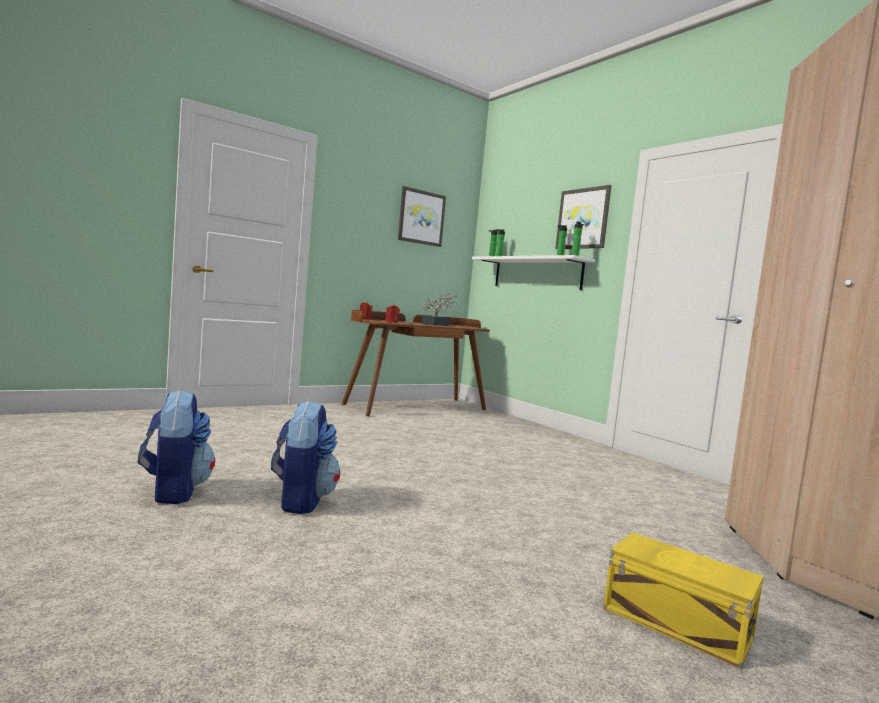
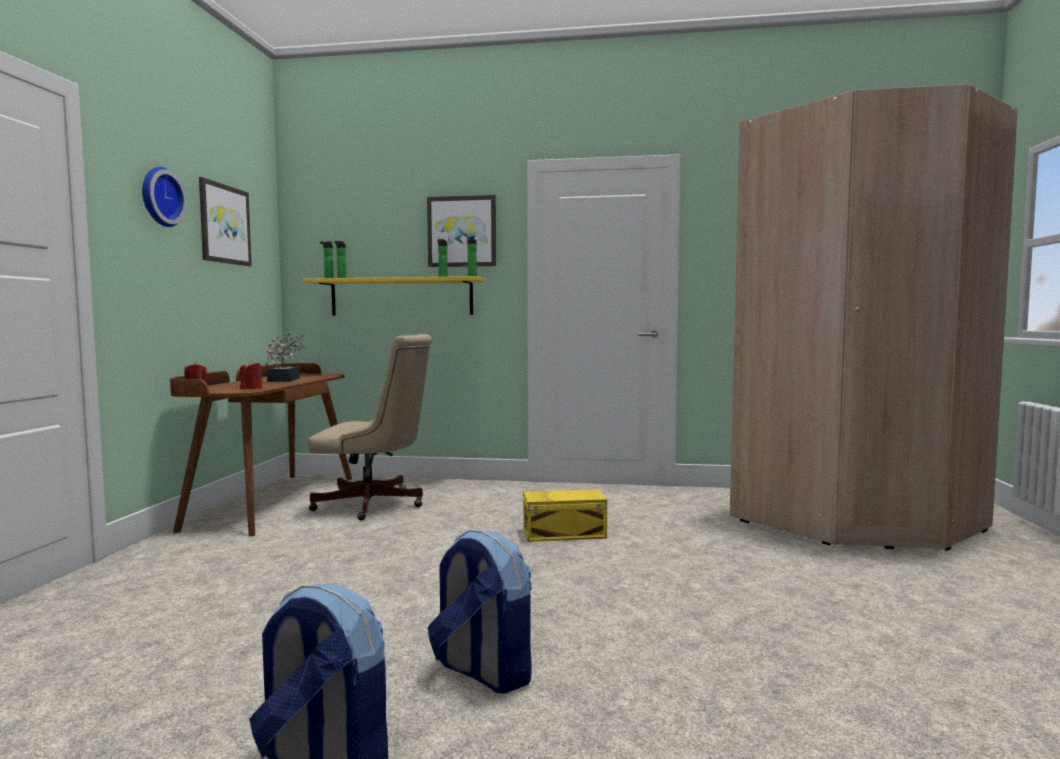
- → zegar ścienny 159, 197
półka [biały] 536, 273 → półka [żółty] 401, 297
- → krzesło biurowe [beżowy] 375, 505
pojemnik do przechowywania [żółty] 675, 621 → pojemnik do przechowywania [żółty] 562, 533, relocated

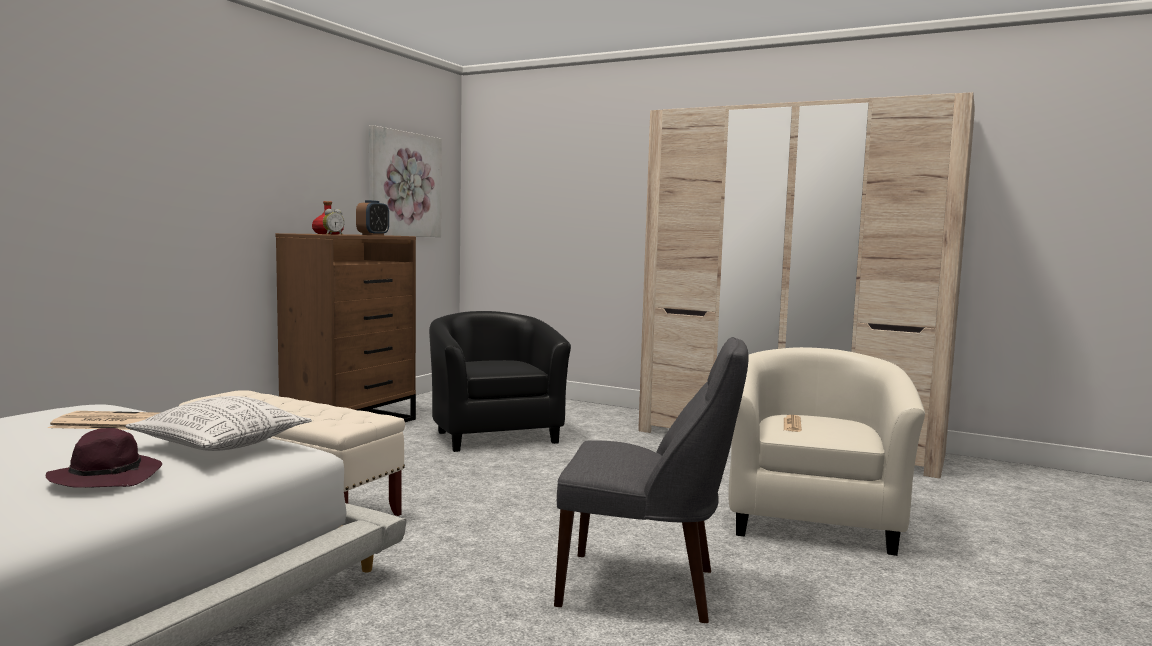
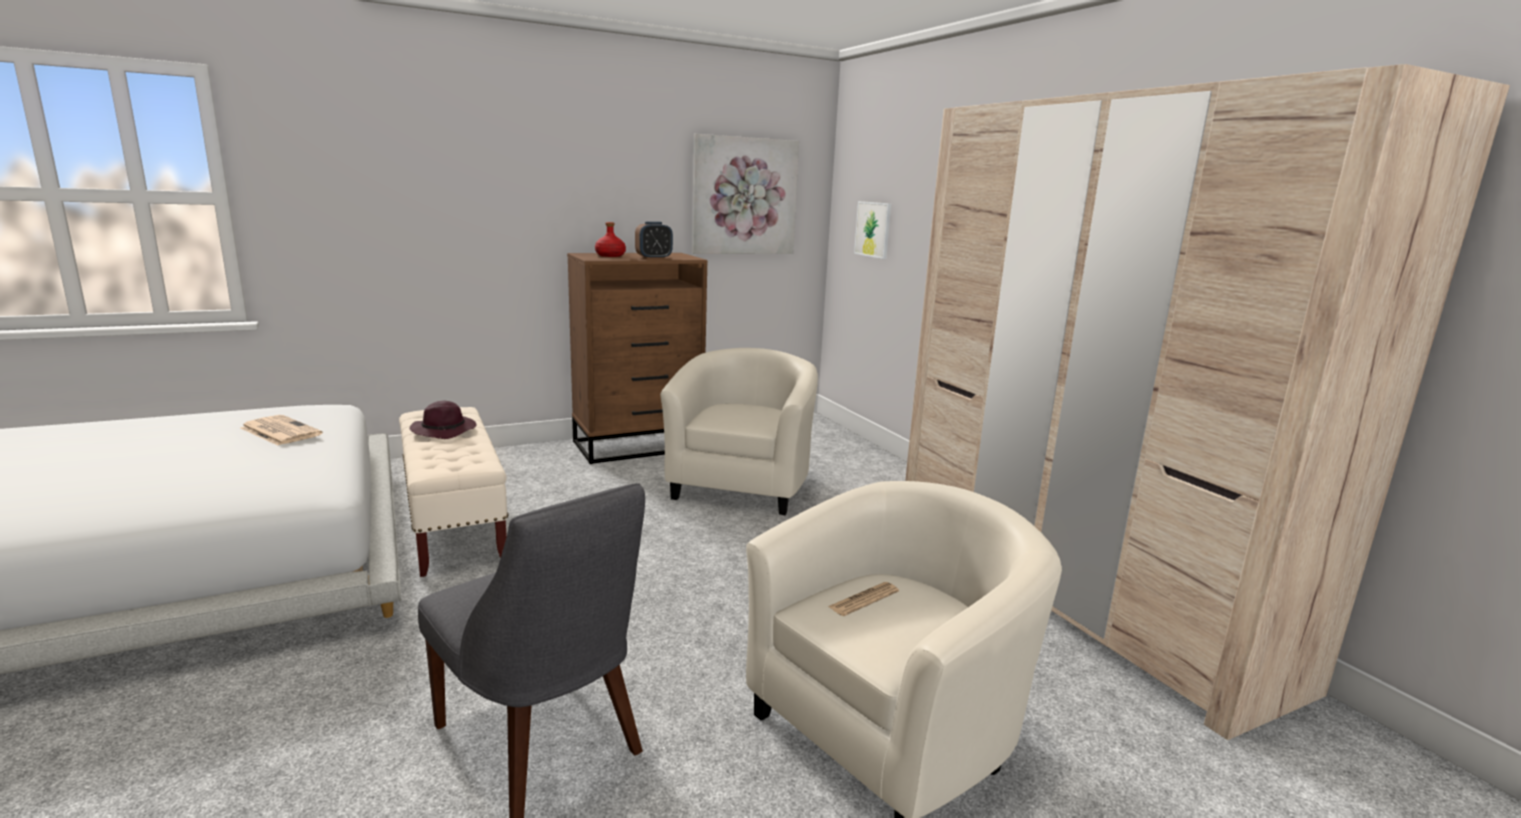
kapelusz [fioletowy] 108, 477 → kapelusz [fioletowy] 445, 430, relocated
fotel [czarny] 493, 434 → fotel [beżowy] 742, 486
- → obraz 873, 229
poduszka 220, 445 → -
budzik 333, 234 → -

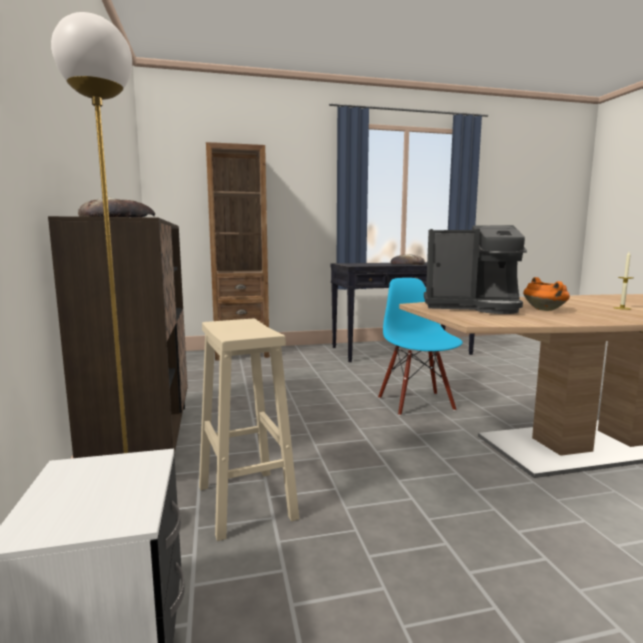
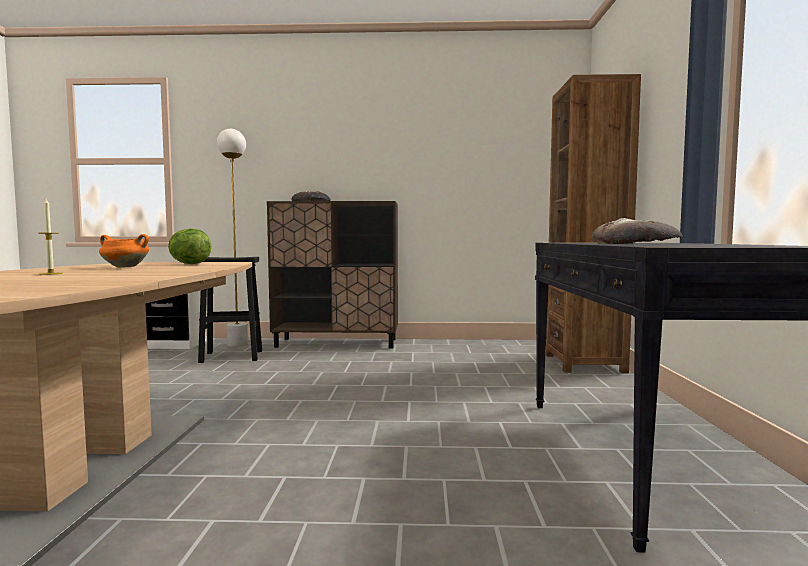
ekspres do kawy 472, 307 → sałata 189, 264
stołek [beżowy] 245, 501 → stołek [czarny] 233, 356
krzesło [niebieski] 416, 403 → -

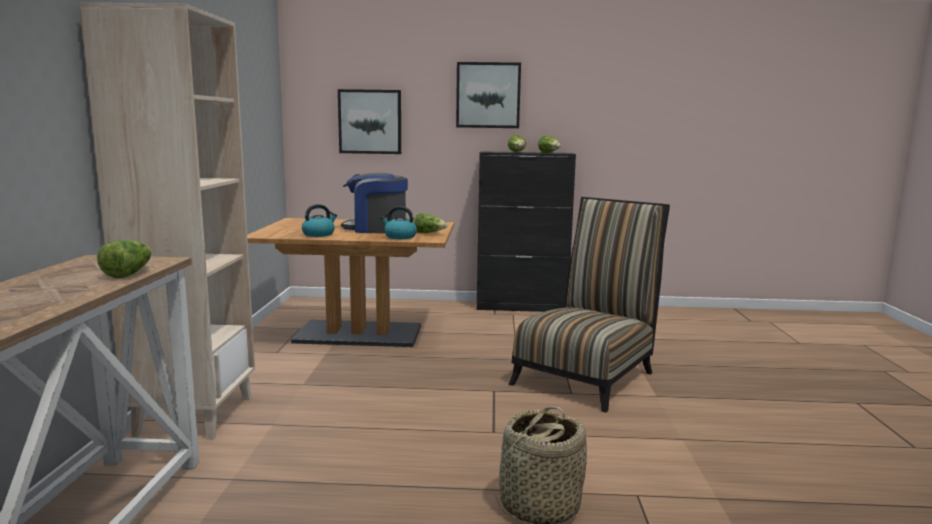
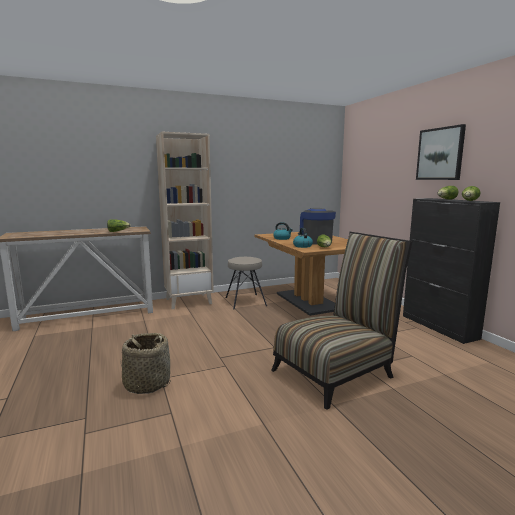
- → stołek [beżowy] 245, 301
krzesło 587, 375 → krzesło 337, 371, 45 degrees counterclockwise
obraz 370, 122 → -

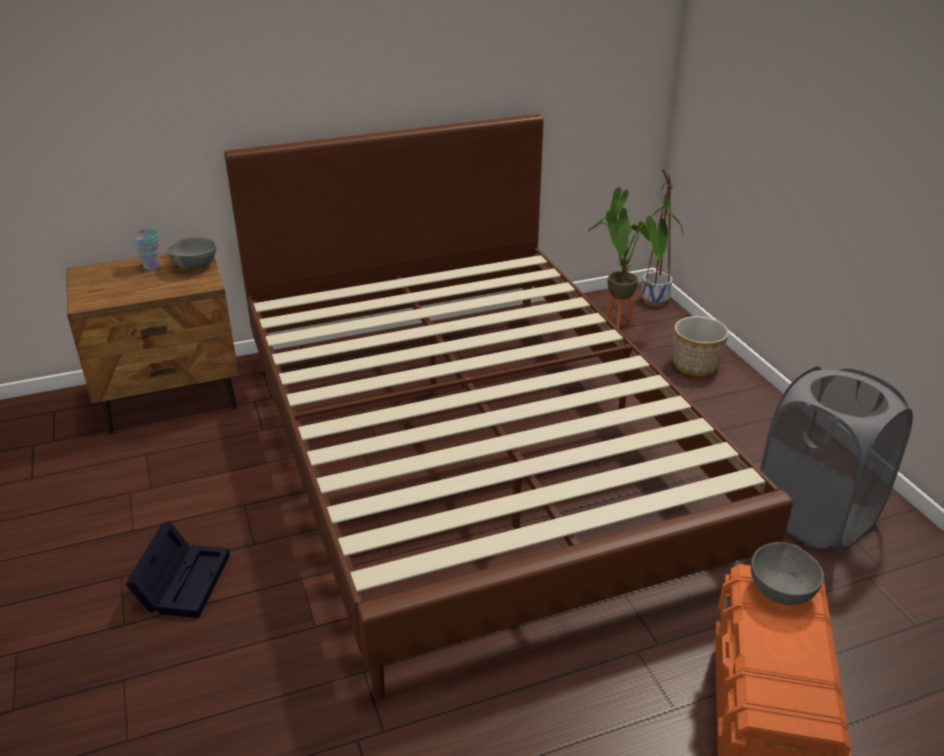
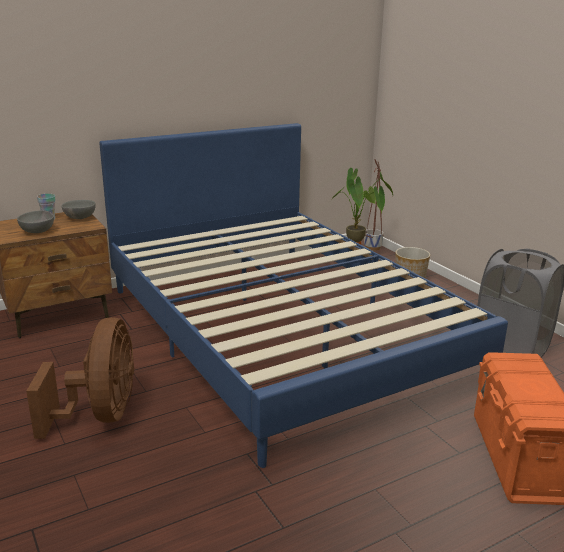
miska [szary] 782, 590 → miska [szary] 38, 231, relocated
pojemnik do przechowywania [czarny] 183, 580 → wentylator [brązowy] 101, 415
łóżko [brązowy] 472, 450 → łóżko [niebieski] 281, 330

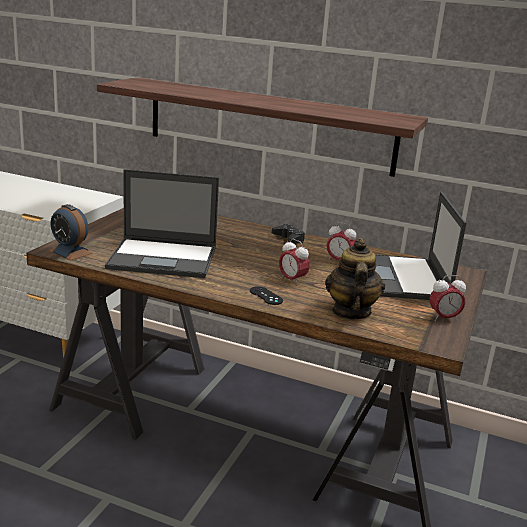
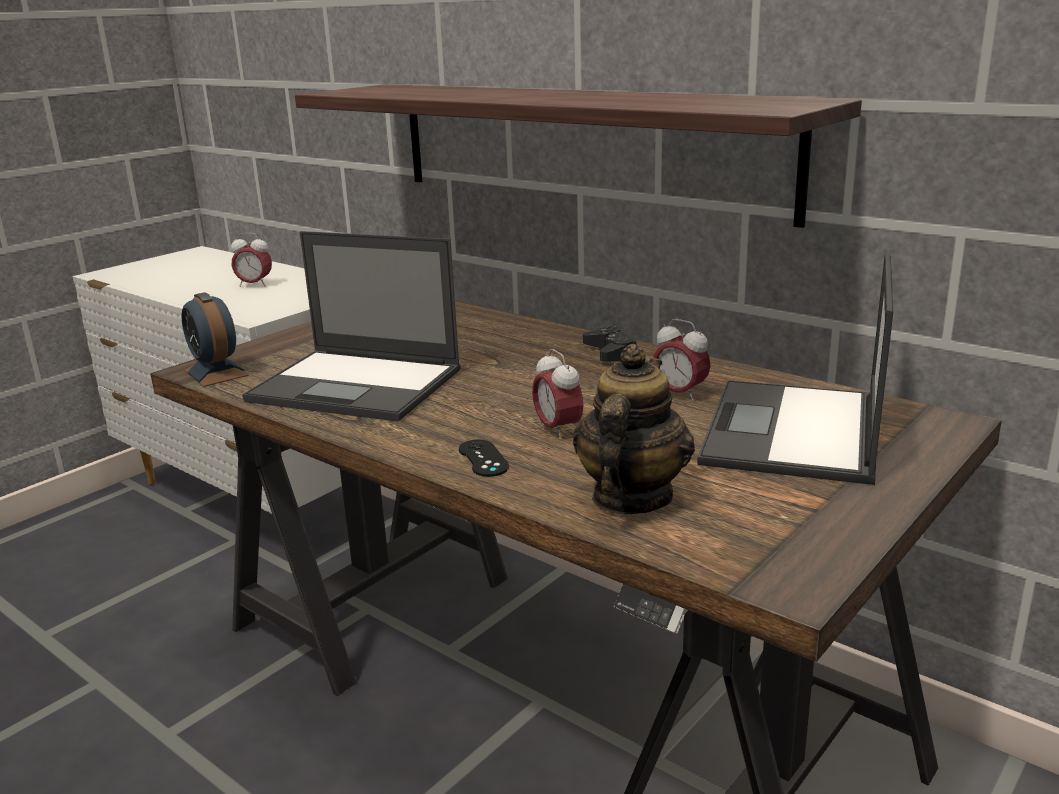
budzik 443, 318 → budzik 254, 285, relocated

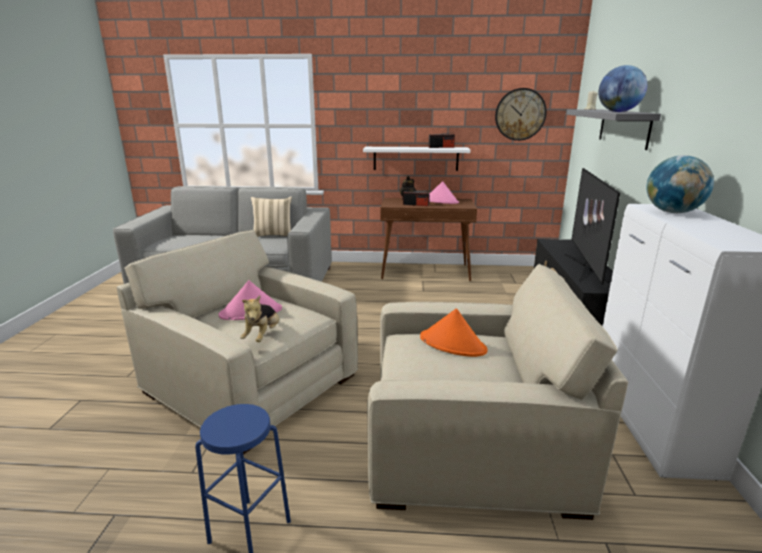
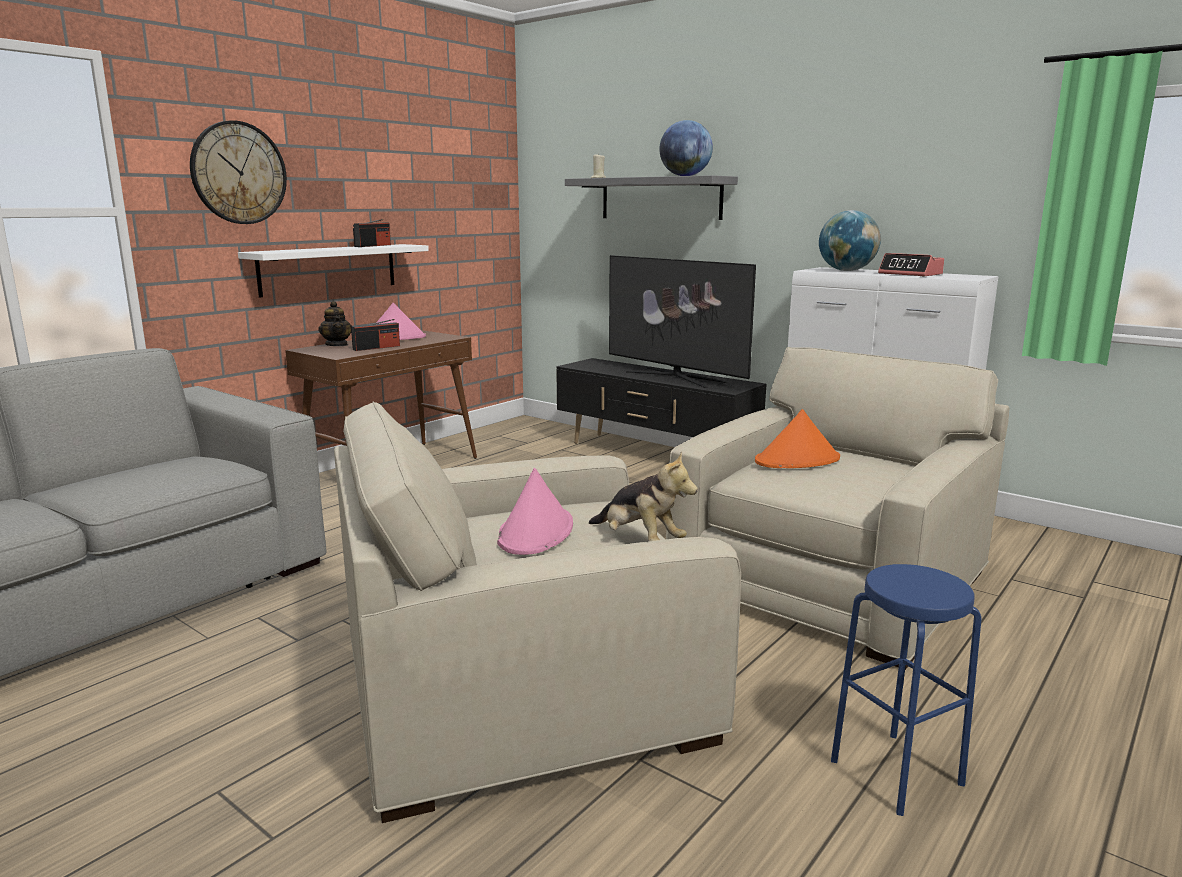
zegar ścienny 520, 114 → zegar ścienny 238, 173, relocated
- → budzik 910, 274
poduszka [beżowy] 273, 235 → -

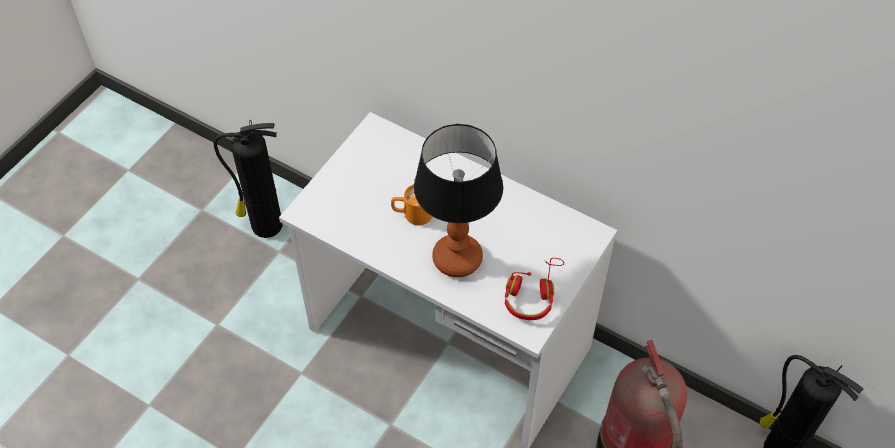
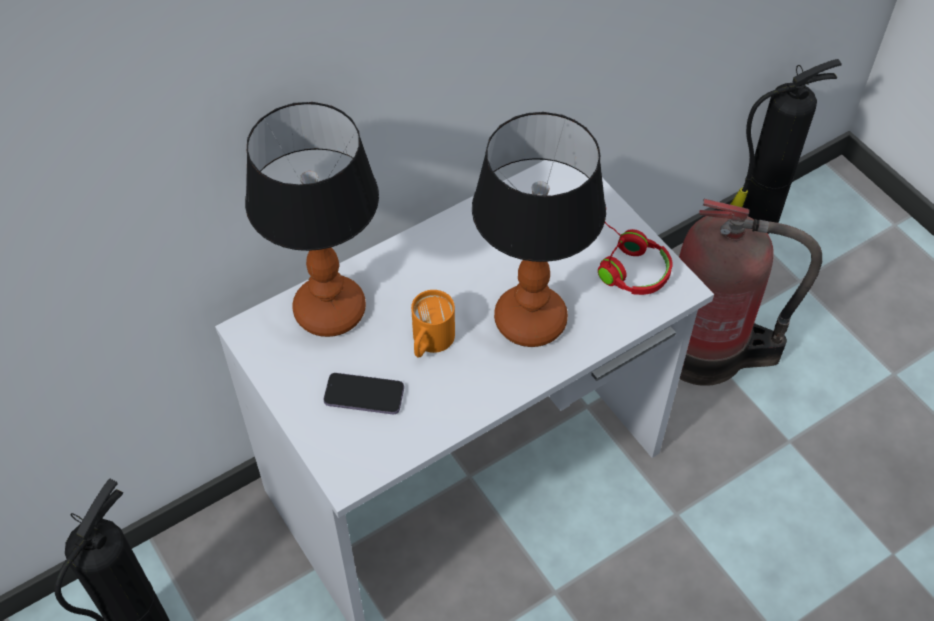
- → lampa stołowa 331, 311
- → telefon 364, 395

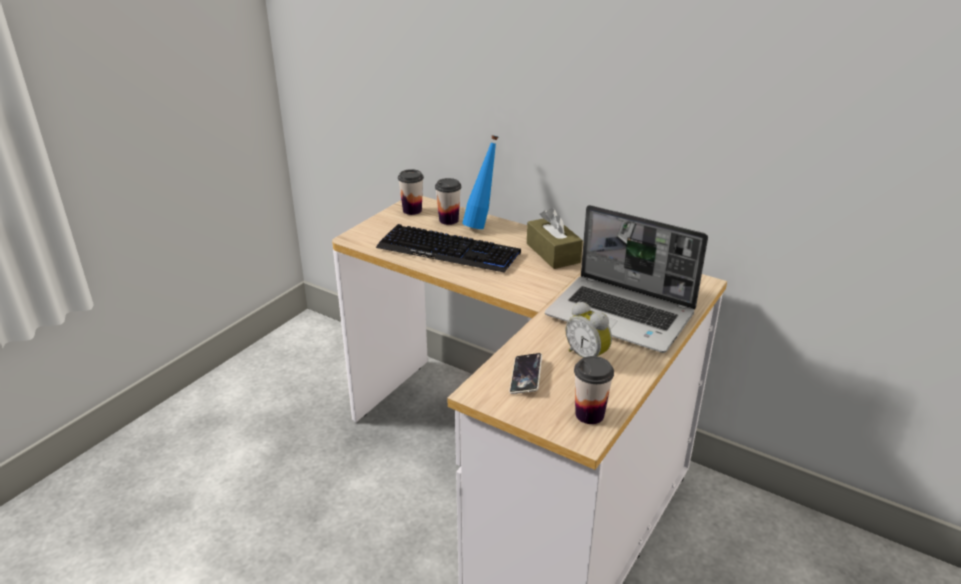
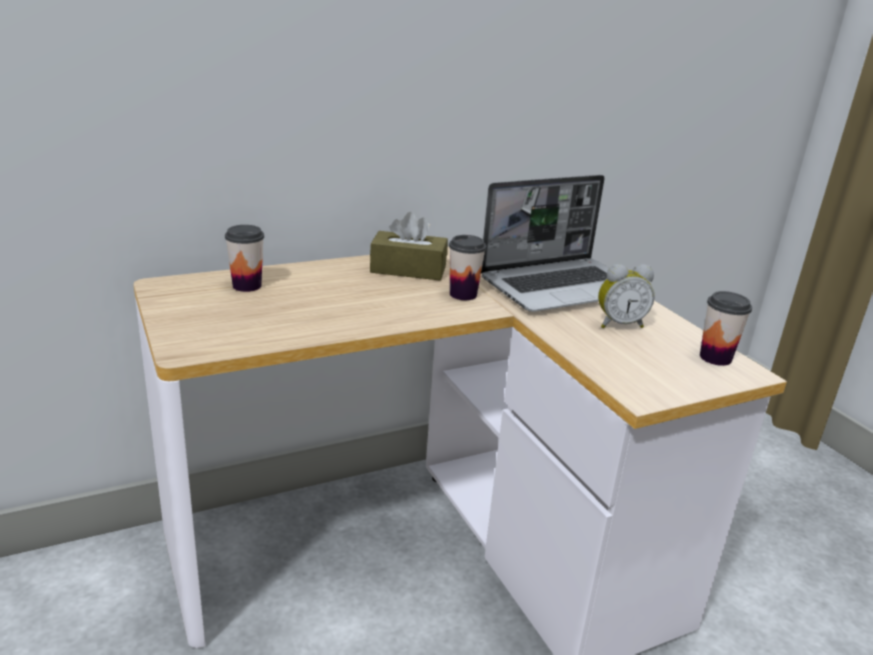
filiżanka 412, 210 → filiżanka 463, 294, relocated
klawiatura 448, 251 → -
butelka [niebieski] 481, 225 → -
telefon 526, 376 → -

